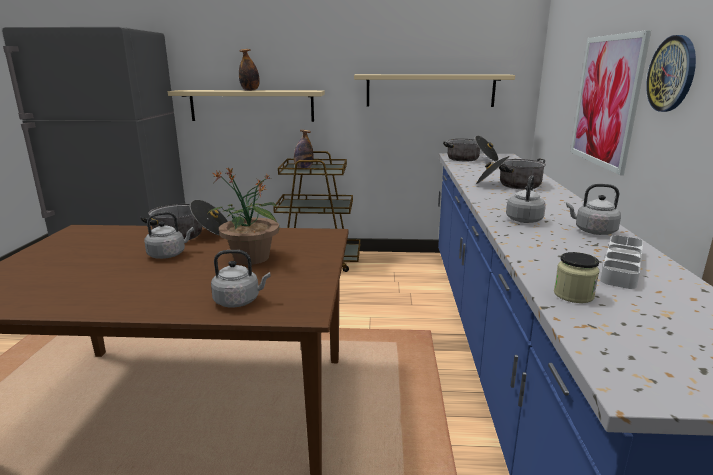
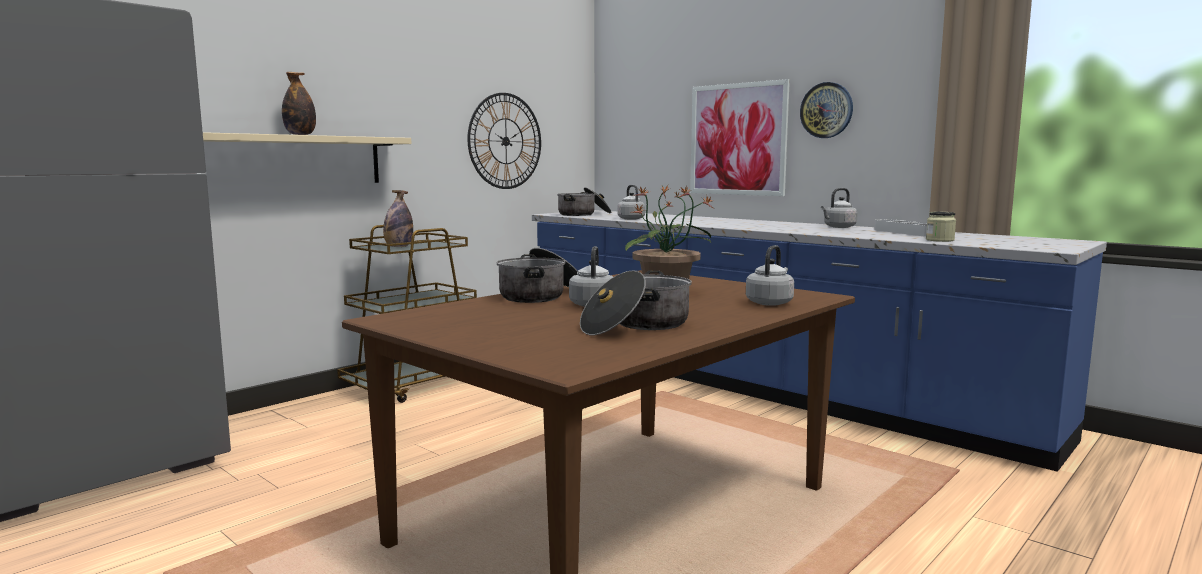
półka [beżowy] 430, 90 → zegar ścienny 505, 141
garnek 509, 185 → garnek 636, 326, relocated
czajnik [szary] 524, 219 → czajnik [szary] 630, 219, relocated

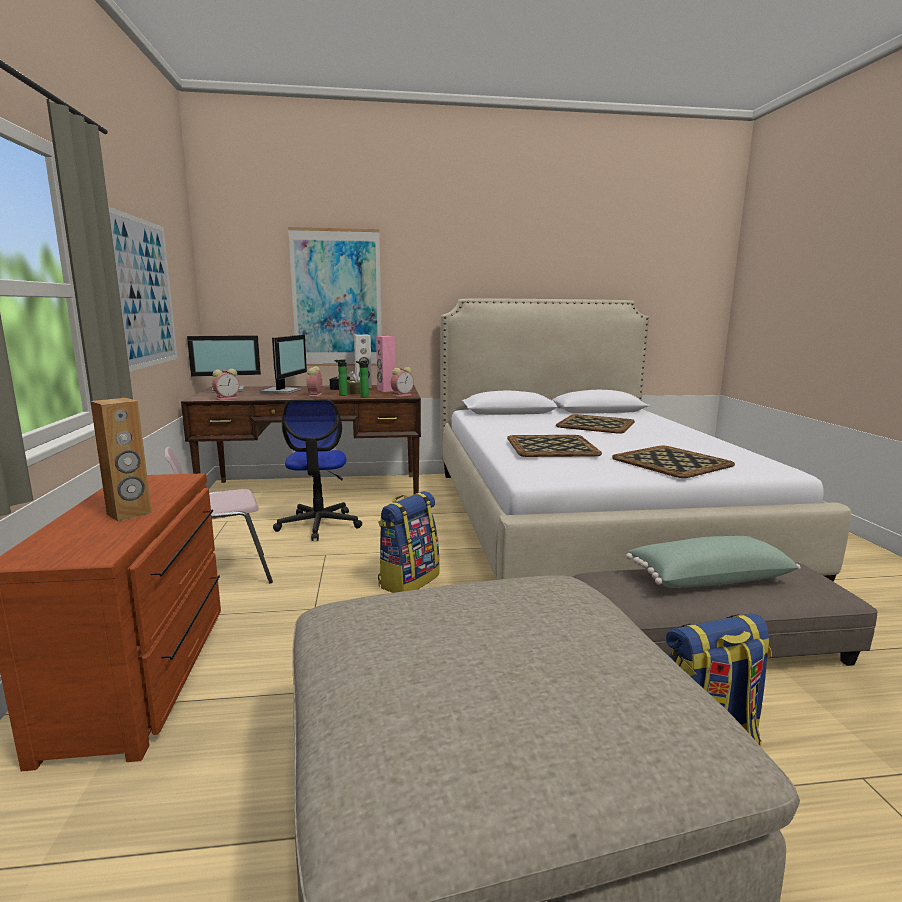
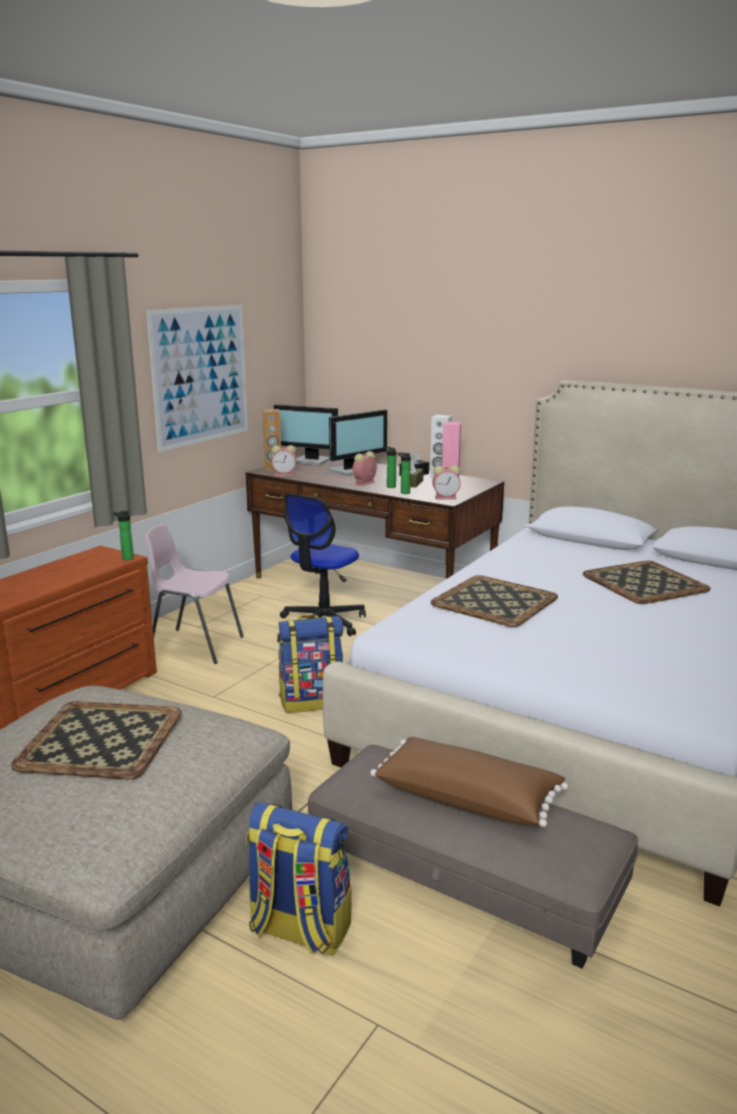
taca 672, 462 → taca 99, 740, relocated
- → butelka 125, 558
głośnik [brązowy] 129, 514 → głośnik [brązowy] 273, 468, relocated
poduszka [zielony] 707, 578 → poduszka [brązowy] 468, 797
obraz 337, 298 → -

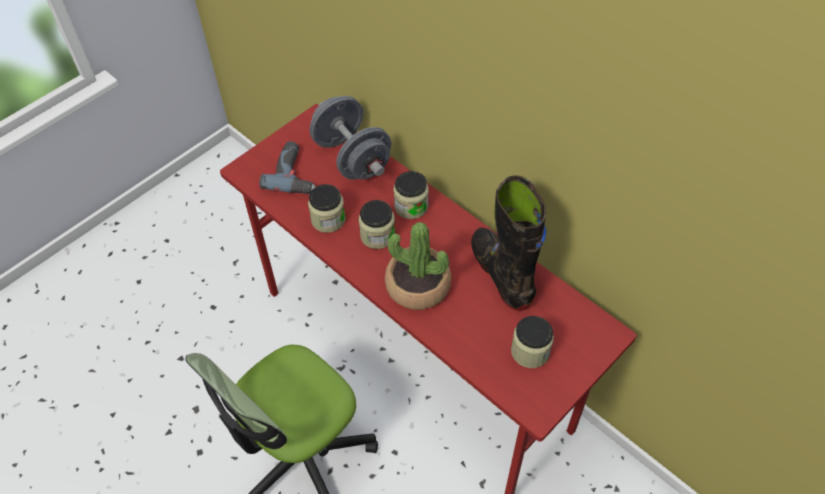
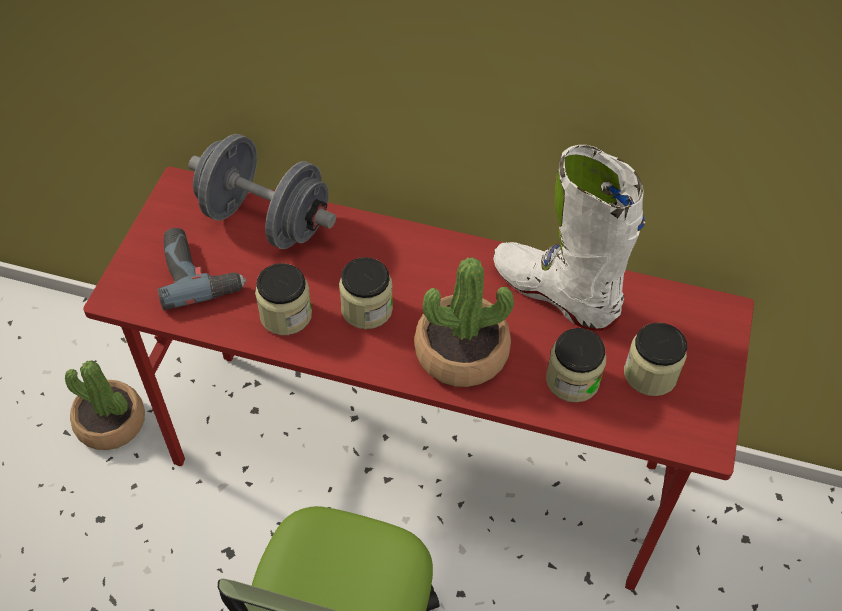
- → roślina doniczkowa 111, 423
but z cholewką [czarny] 502, 274 → but z cholewką [biały] 554, 293
słoik 411, 206 → słoik 572, 380, relocated

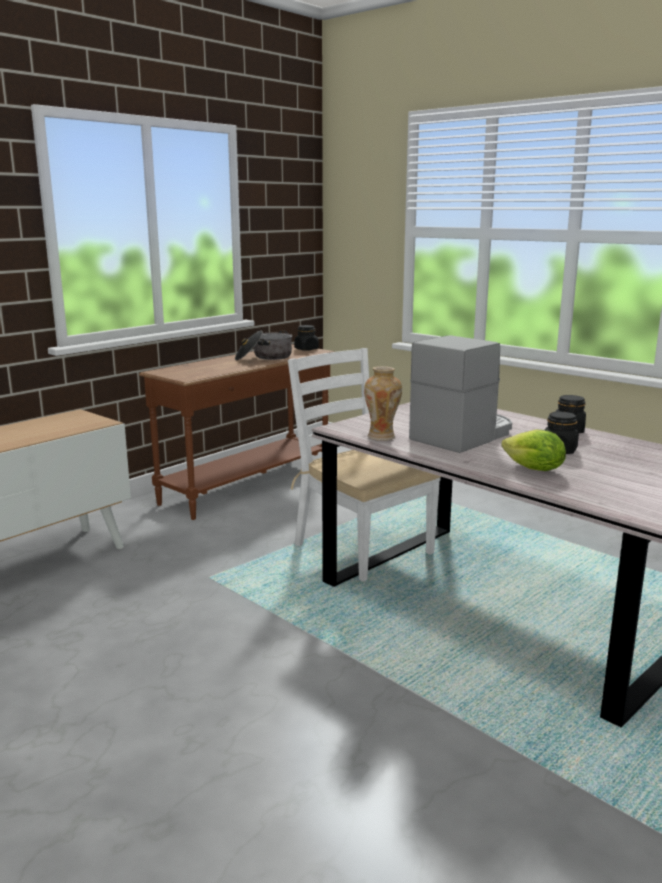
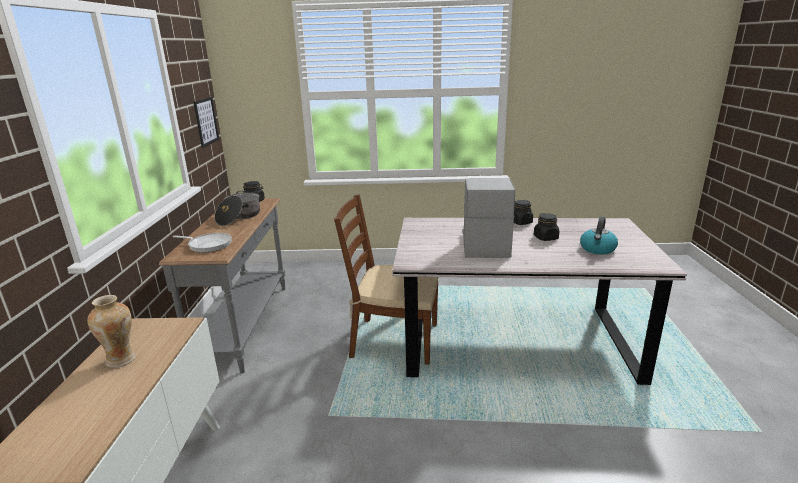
wazon 382, 437 → wazon 122, 359, relocated
stolik konsolowy [brązowy] 249, 486 → stolik konsolowy [szary] 246, 325
- → patelnia 208, 245
- → obraz 206, 121
krzesło [biały] 362, 549 → krzesło [brązowy] 393, 340
- → czajnik 597, 249
sałata 534, 469 → -

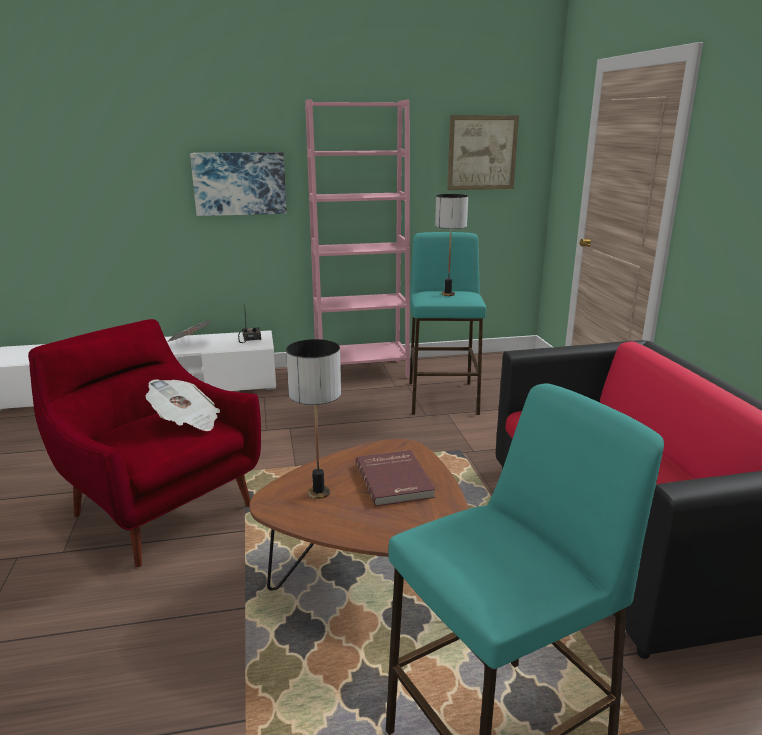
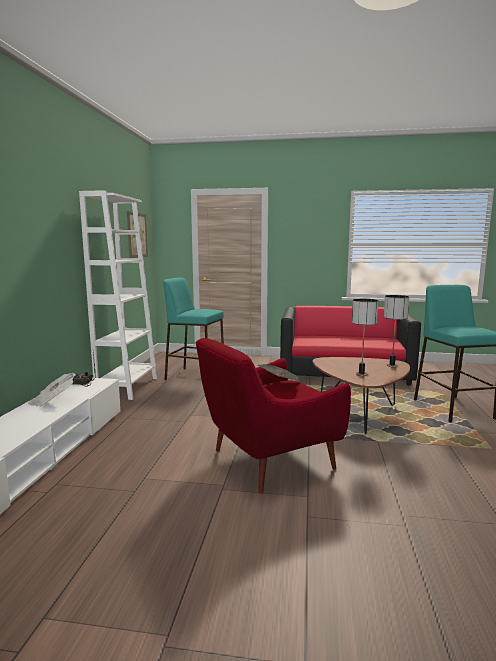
regał [różowy] 361, 371 → regał [biały] 128, 387
lampa stołowa 448, 294 → lampa stołowa 392, 365, relocated
obraz 239, 183 → -
książka [czerwony] 395, 480 → -

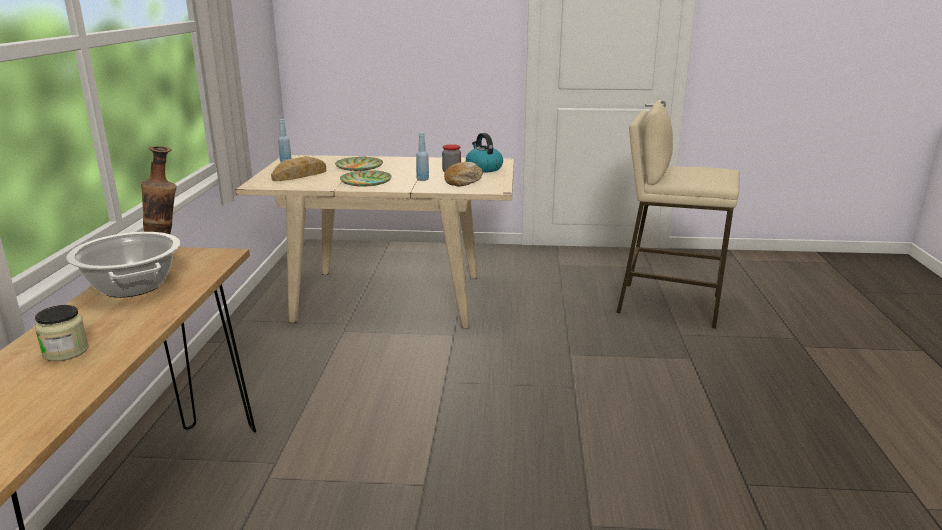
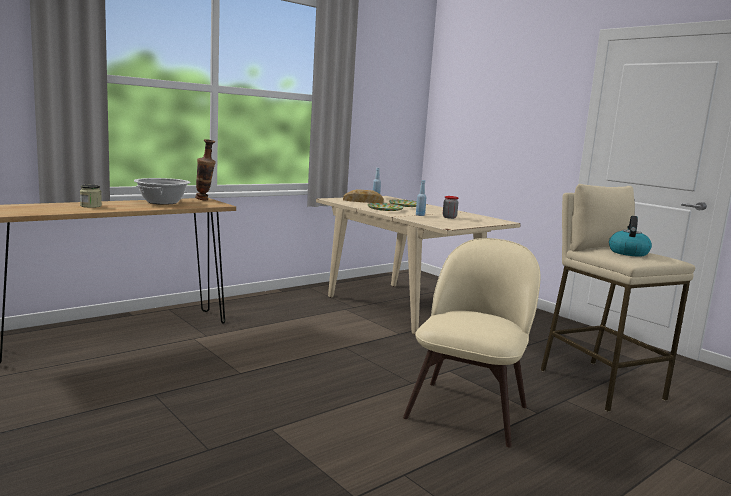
- → krzesło [beżowy] 468, 409
czajnik 483, 168 → czajnik 628, 252, relocated
chleb 464, 181 → -

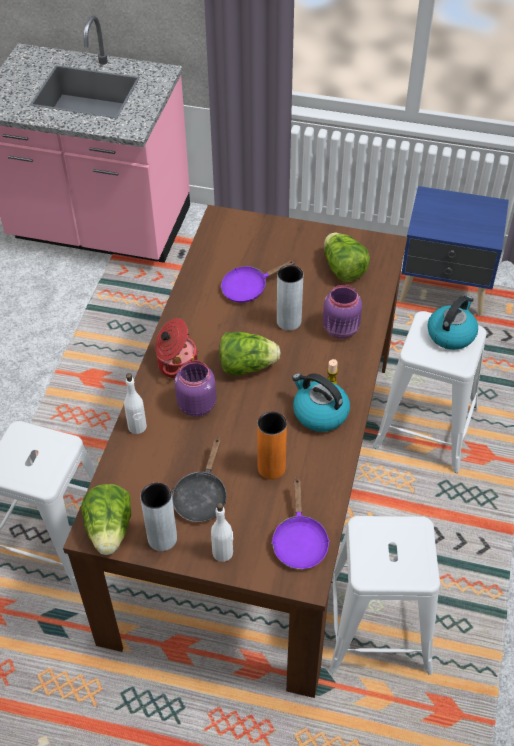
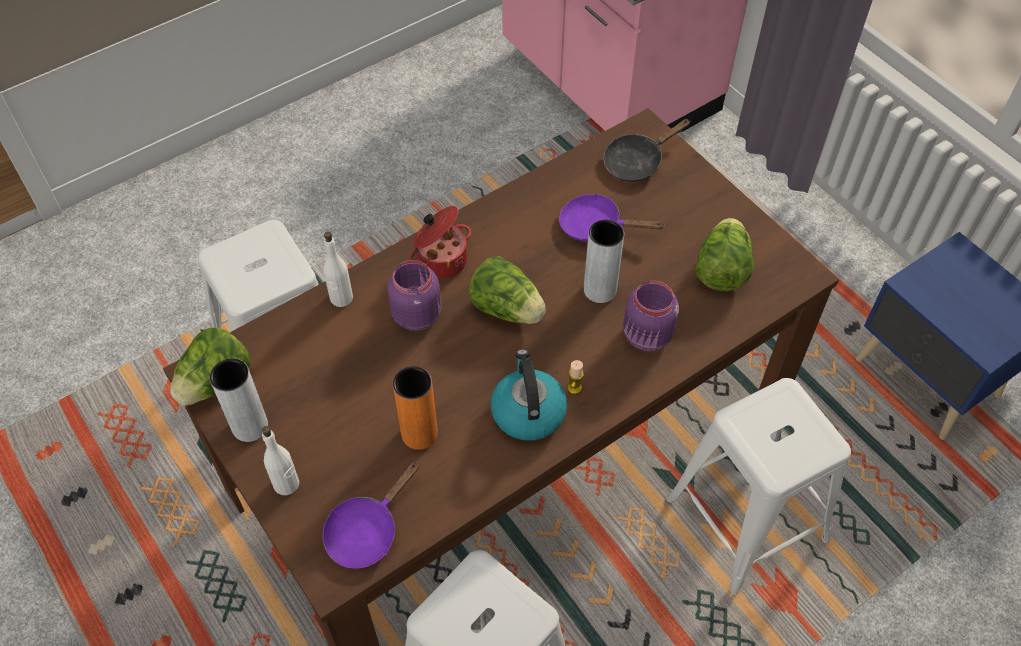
patelnia [czarny] 201, 496 → patelnia [czarny] 637, 161, relocated
czajnik 451, 334 → -

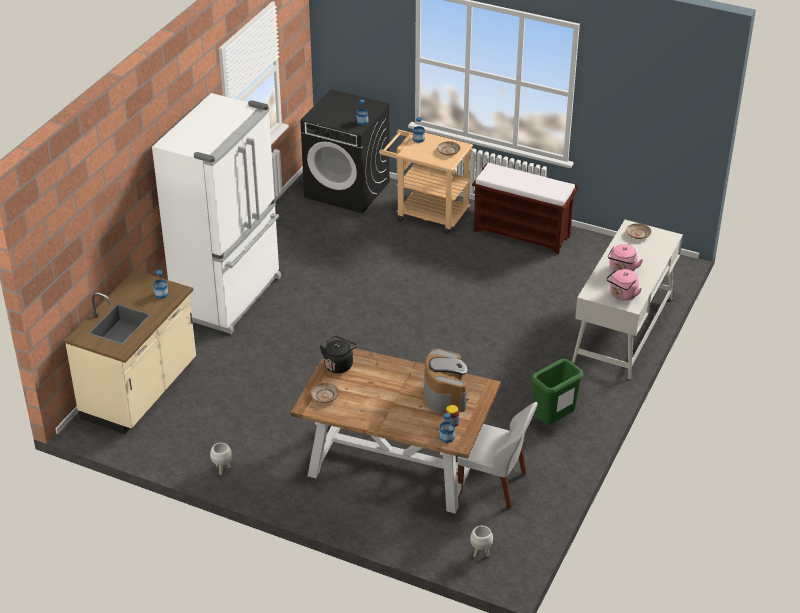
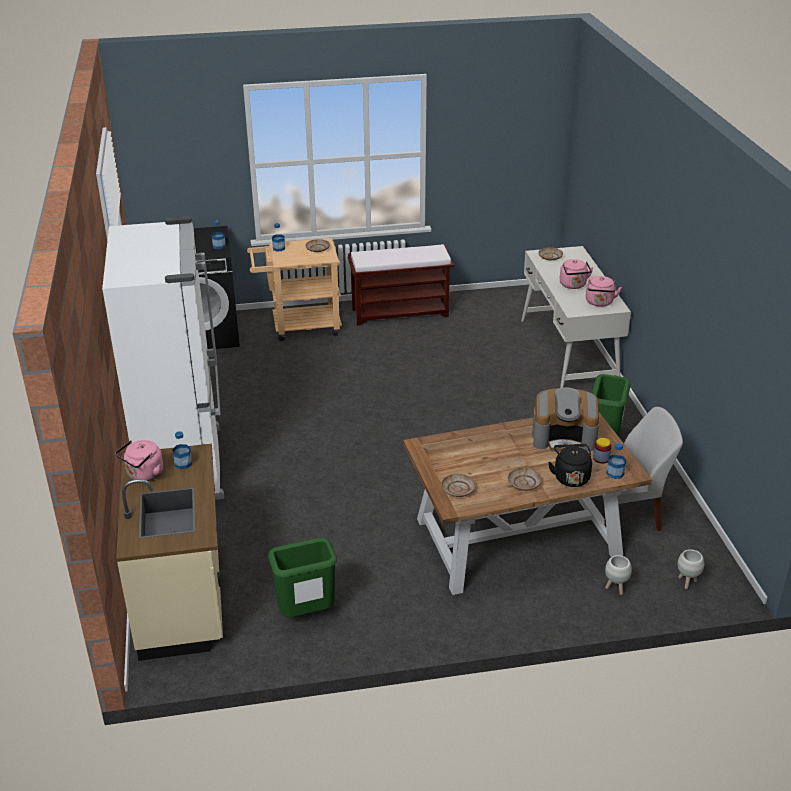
- → czajnik [różowy] 143, 475
- → kosz na śmieci [zielony] 306, 615
- → talerz [beżowy] 524, 483
ekspres do kawy 445, 394 → ekspres do kawy 564, 438, 135 degrees clockwise
czajnik [czarny] 339, 364 → czajnik [czarny] 570, 477, relocated
donica [biały] 222, 469 → donica [biały] 615, 588, relocated

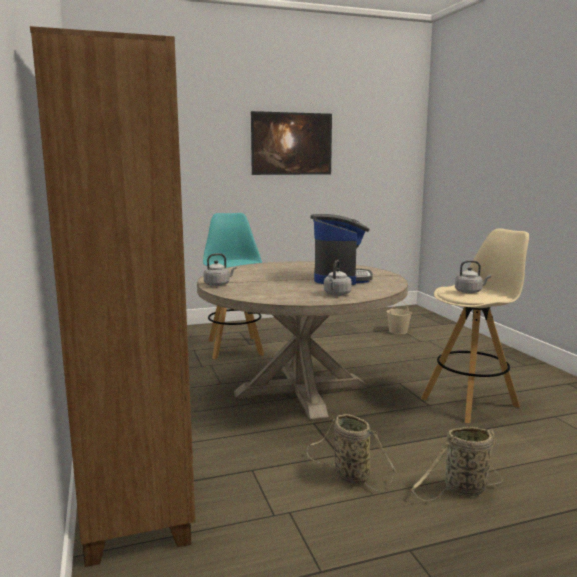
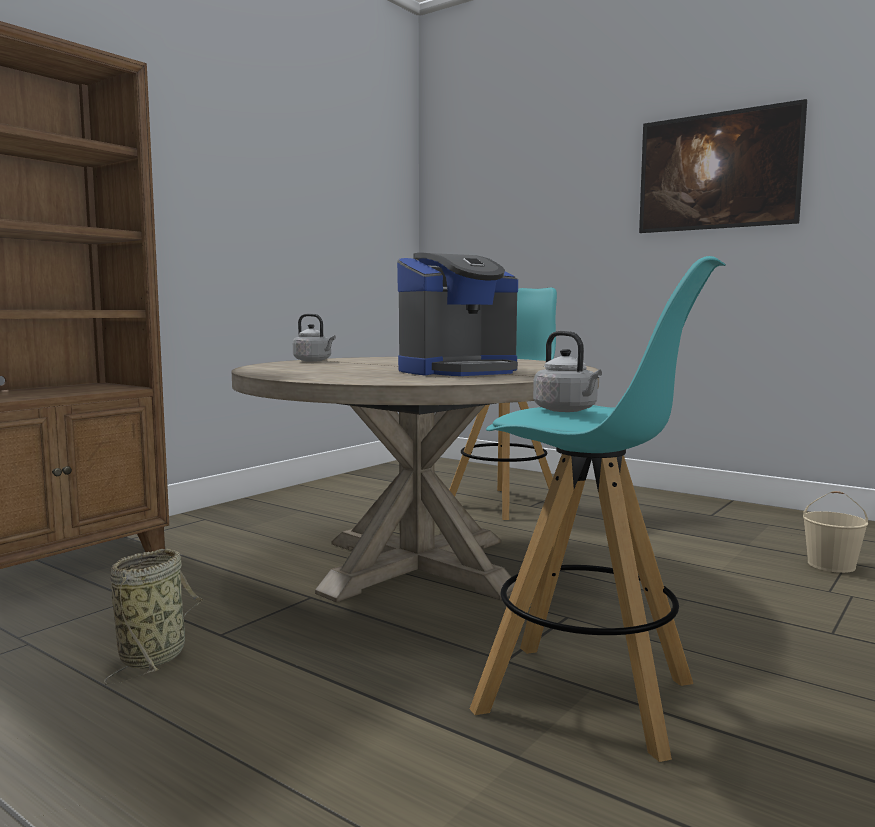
stołek [beżowy] 470, 402 → stołek [turkusowy] 589, 697
czajnik [szary] 336, 294 → -
koszyk 462, 490 → -

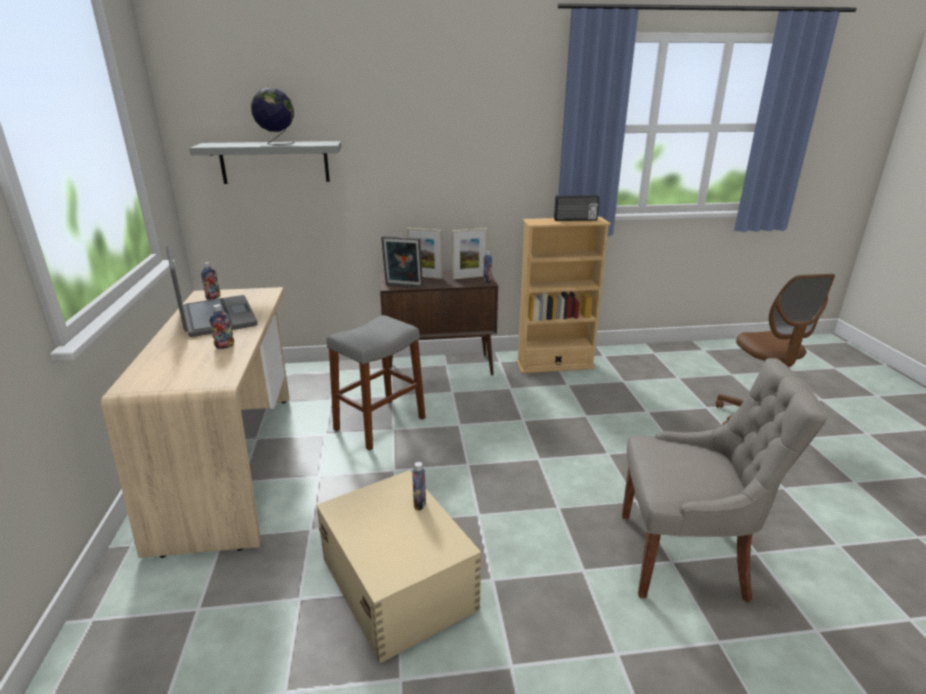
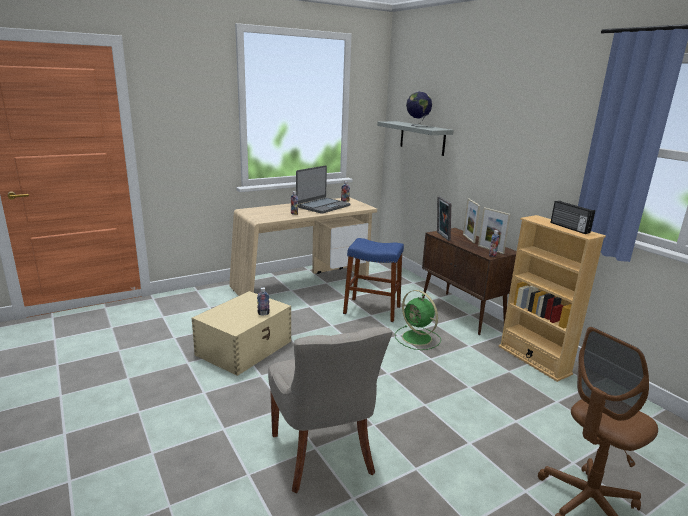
stołek [szary] 380, 423 → stołek [niebieski] 372, 310
- → wentylator [zielony] 418, 338

